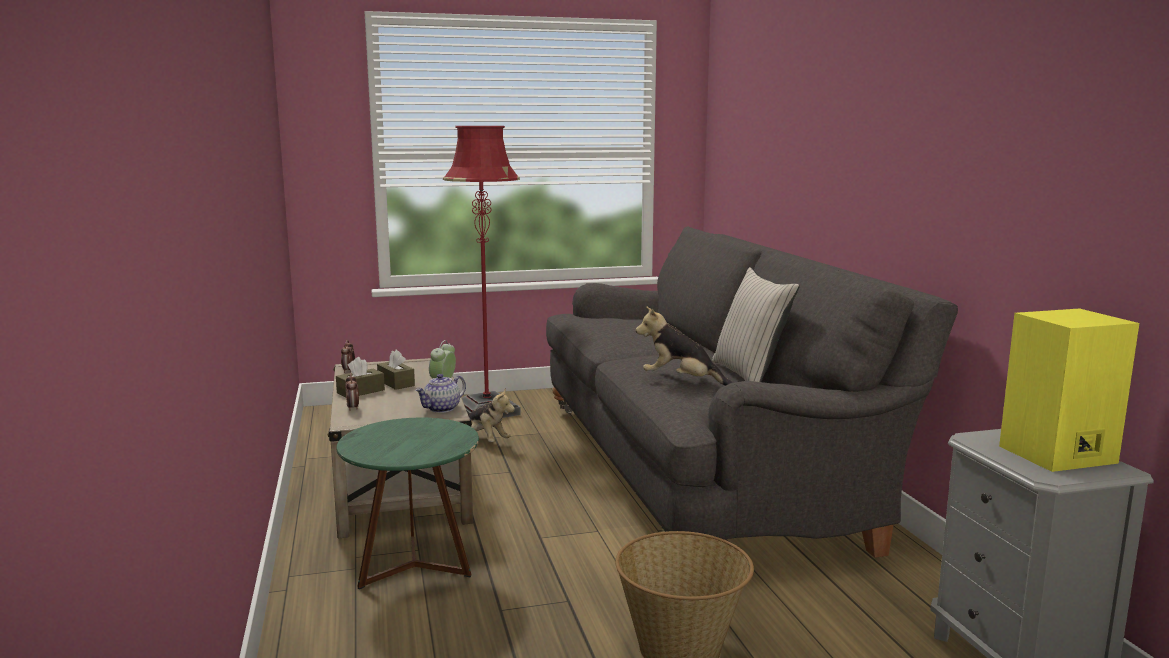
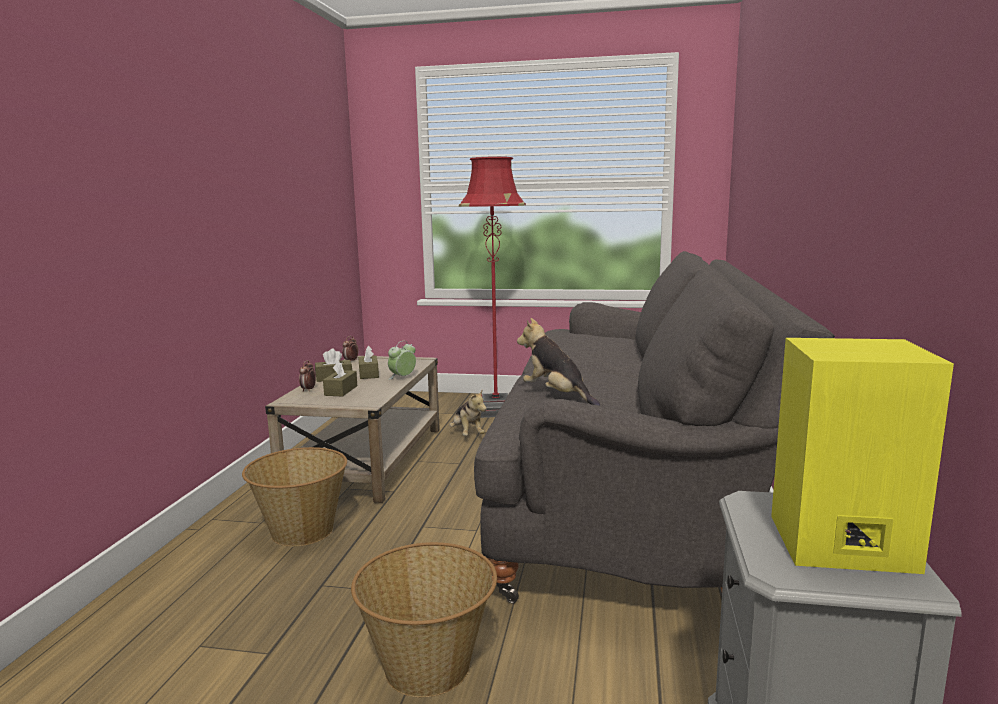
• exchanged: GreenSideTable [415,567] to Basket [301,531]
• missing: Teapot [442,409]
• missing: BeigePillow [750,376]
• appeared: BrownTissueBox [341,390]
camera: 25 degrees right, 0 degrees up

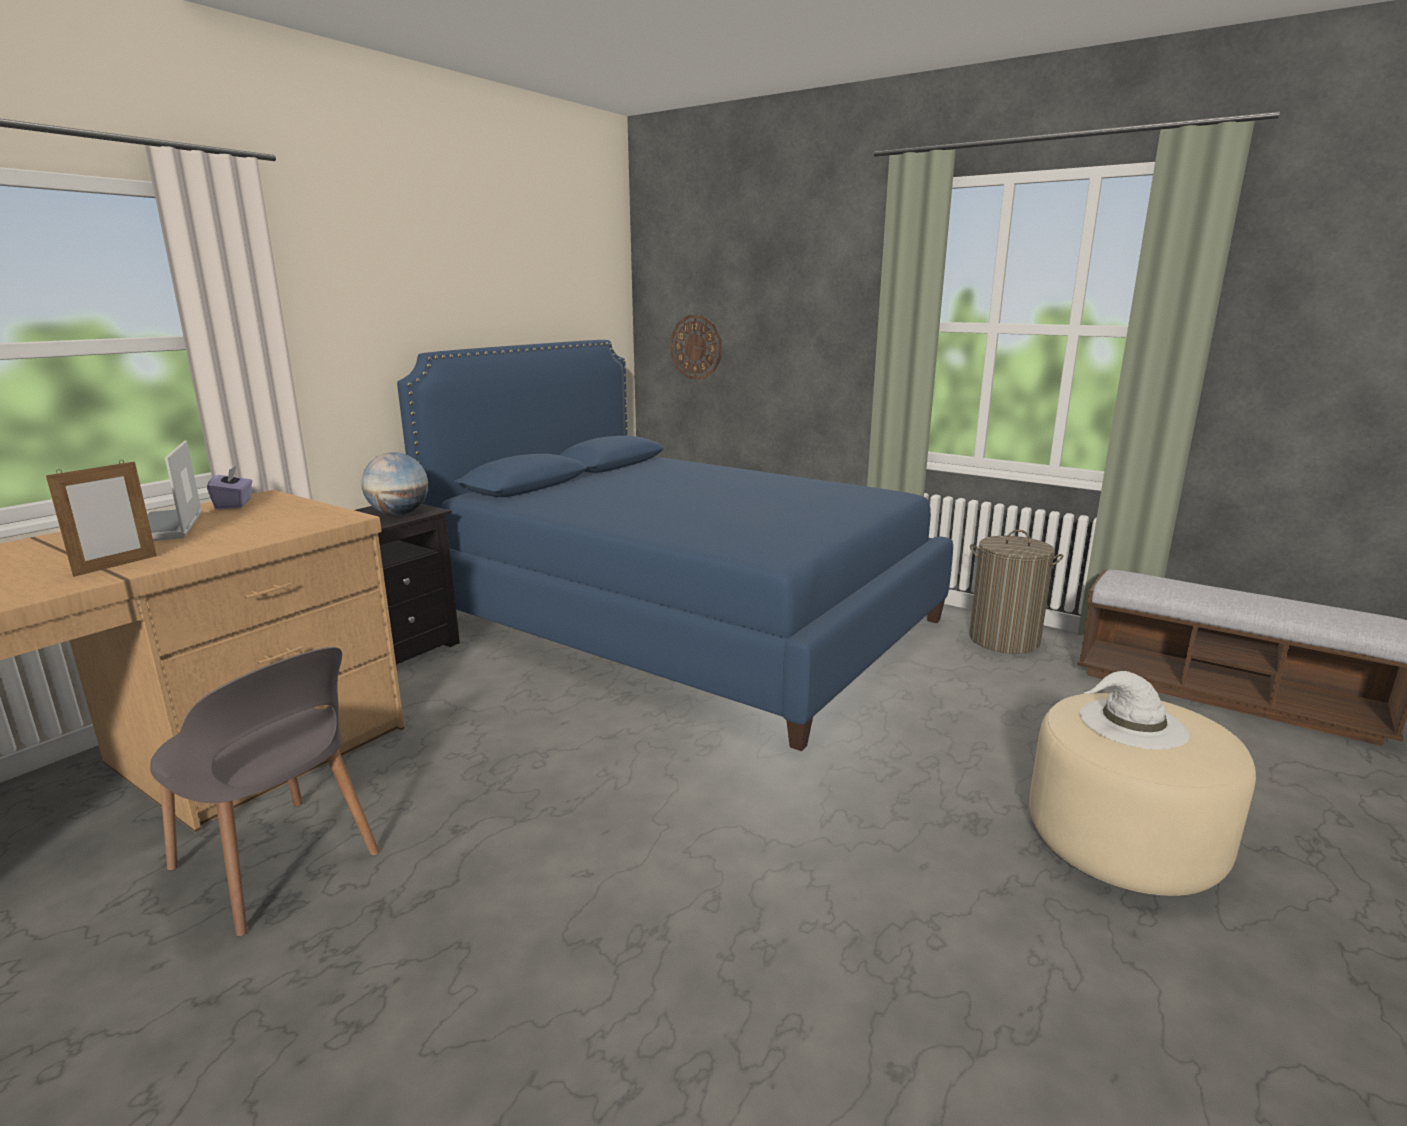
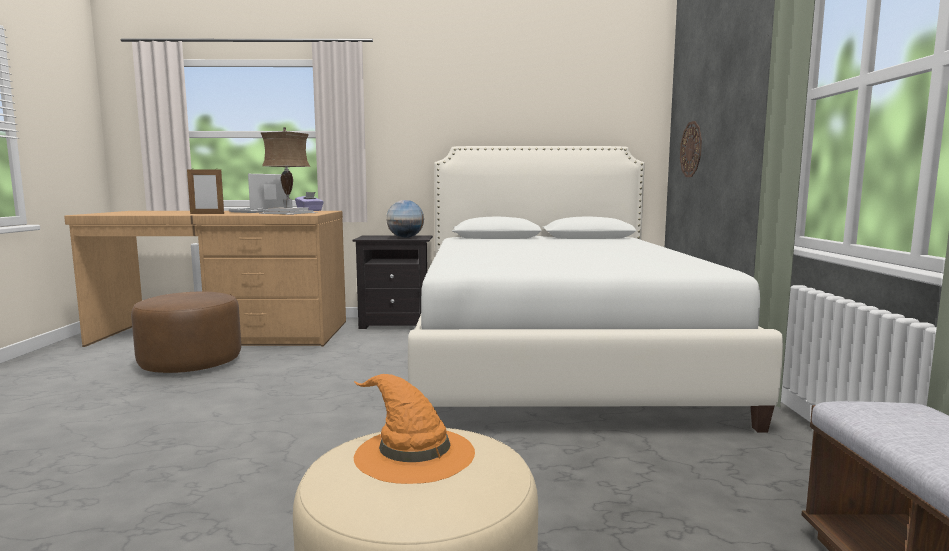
• exchanged: GreyChair [277,864] to BrownOttoman [190,363]
• colour: BlueBed [685,621] to WhiteBed [556,358]
• missing: LaundryBasket [1003,639]
• colour: WhiteHat [1132,724] to OrangeHat [412,453]
• appeared: TableLamp [290,213]
camera: 55 degrees right, 10 degrees down

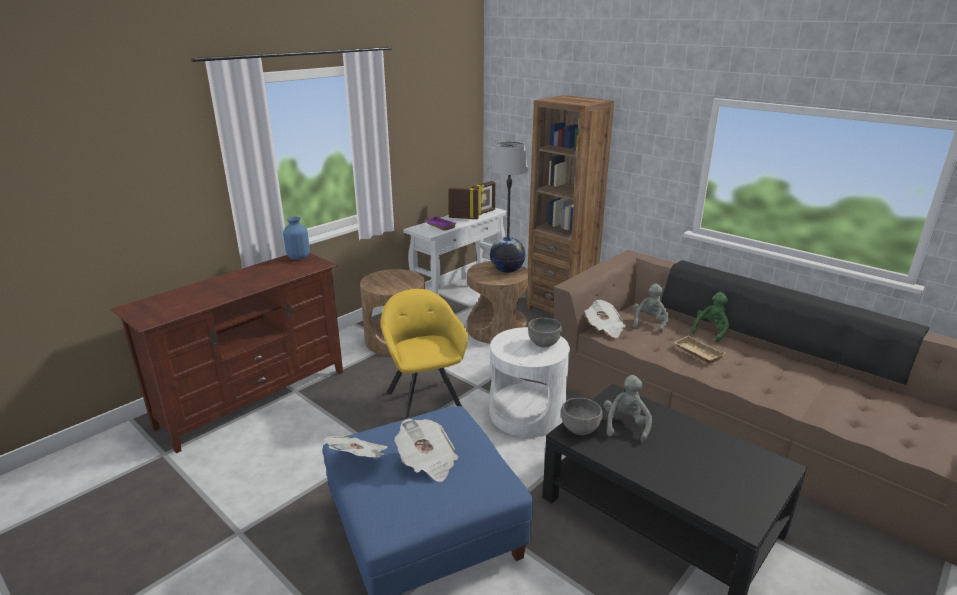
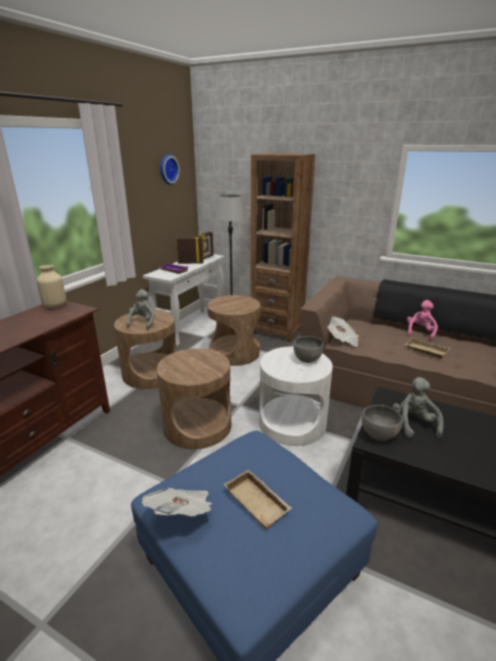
• colour: BlueVase [298,257] to BeigeVase [55,305]
• exchanged: YellowArmchair [425,400] to BrownSideTable [197,425]
• exchanged: Newspaper [427,462] to BeigeTray [258,502]
• missing: Globe [507,271]
• relocated: GreyPlushToy [649,323] to [142,323]
• colour: GreenPlushToy [710,331] to PinkPlushToy [420,332]
• appeared: WallClock [167,169]
camera: 15 degrees left, 0 degrees up

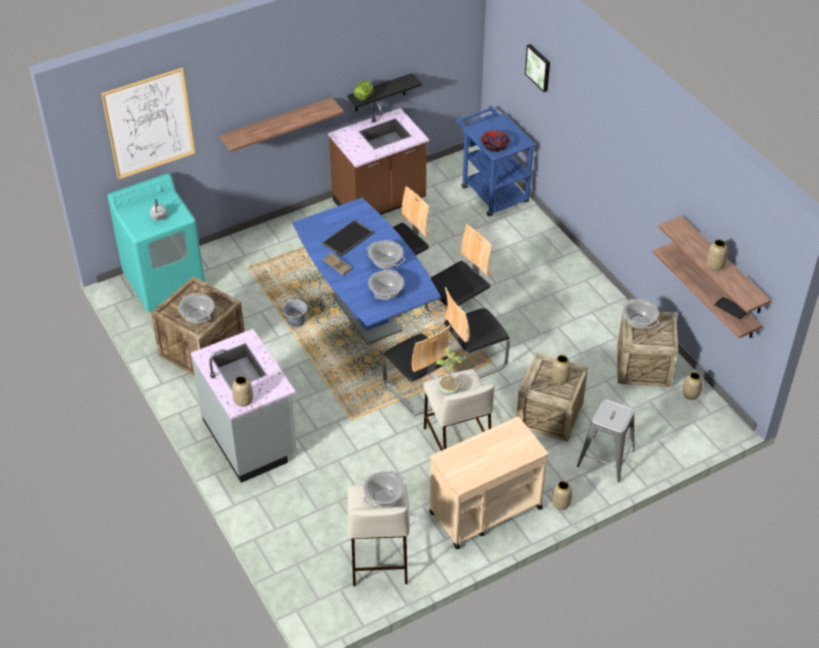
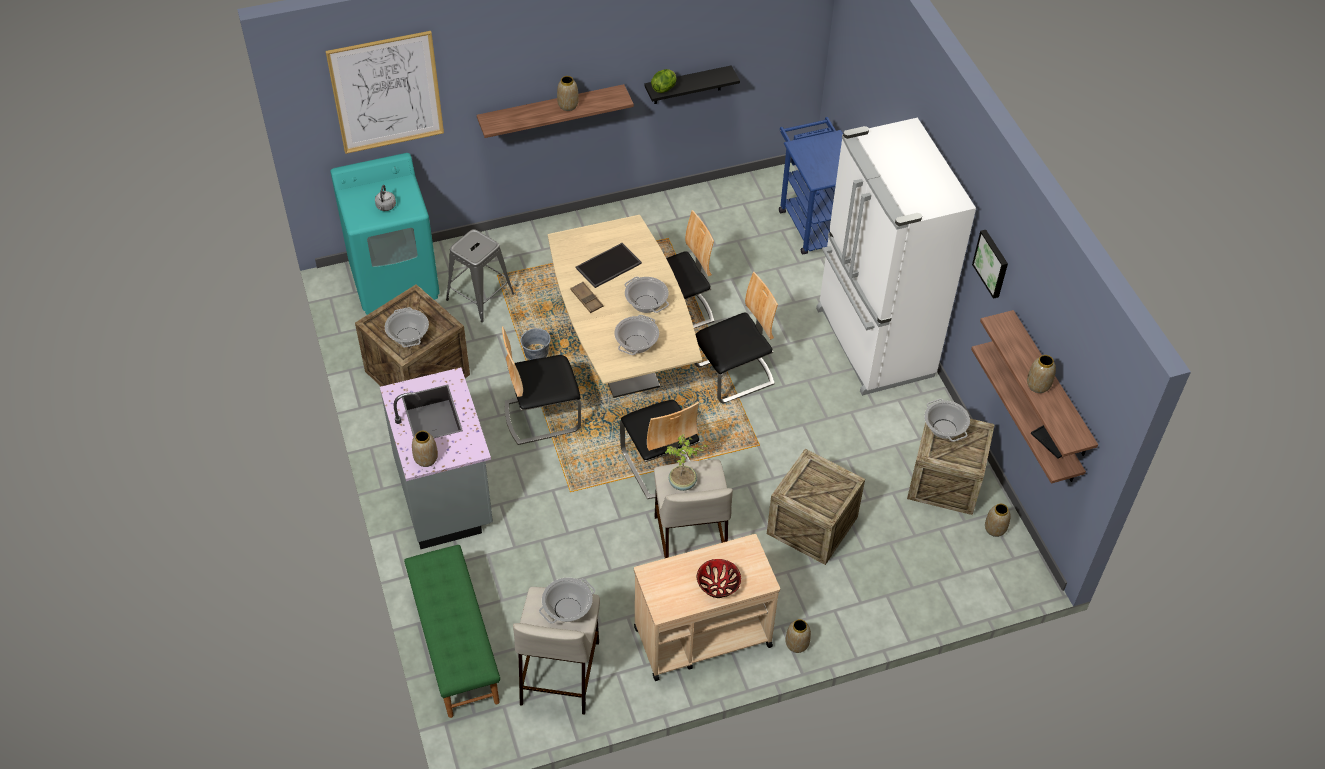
• colour: BlueDiningTable [366,313] to BeigeDiningTable [622,356]
• missing: BrownCounter [379,203]
• relocated: Chair [472,361] to [541,416]
• relocated: Bowl [494,146] to [717,584]
• relocated: Picture [539,67] to [992,263]
• relocated: Vase [560,379] to [567,105]
• relocated: GreyStool [605,458] to [480,296]
• appeared: GreenBench [454,645]
• appeared: WhiteFridge [872,343]
camera: 10 degrees right, 5 degrees up

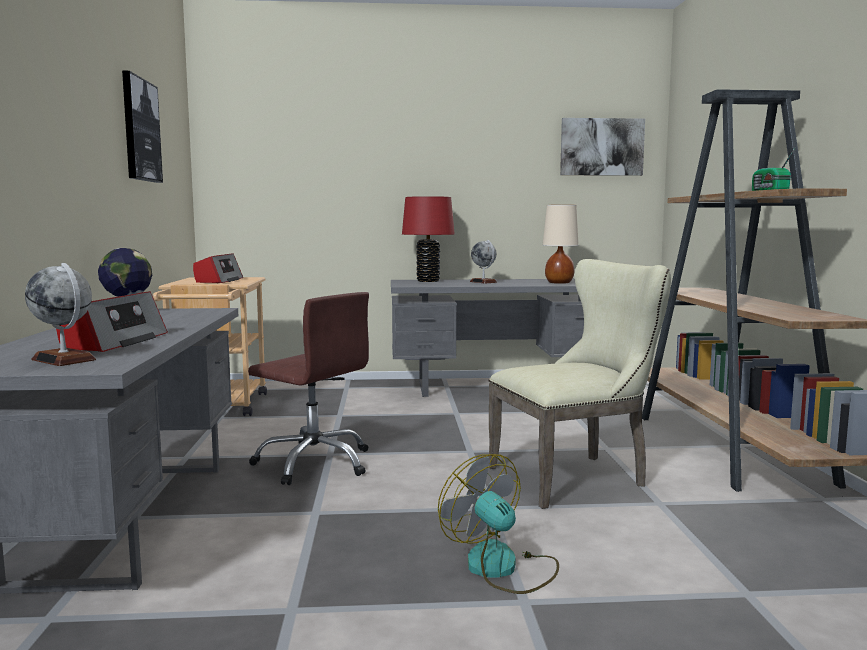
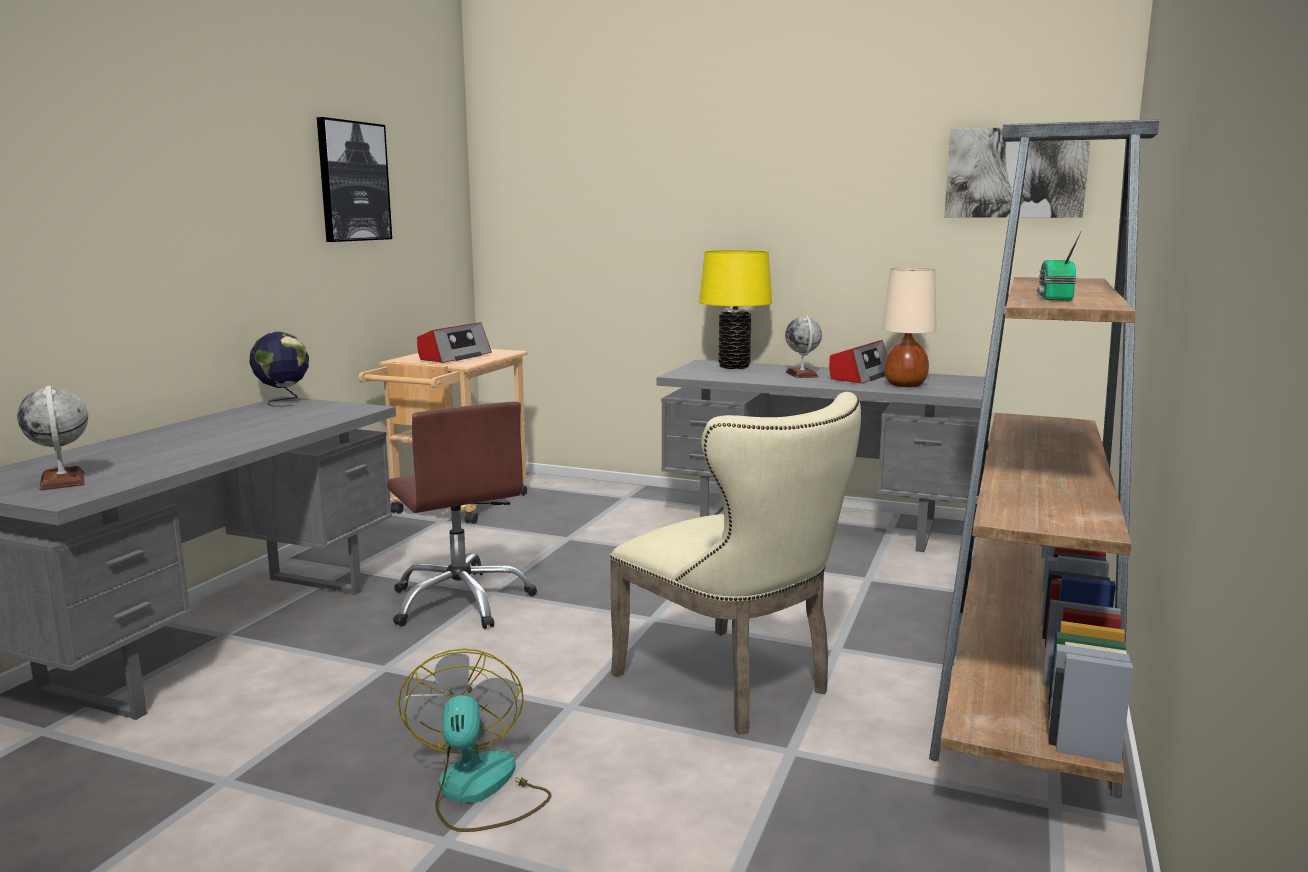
• relocated: Radio [114,341] to [860,376]
• colour: RedTableLamp [428,281] to YellowTableLamp [734,366]
• spun: BeigeChair [576,476] = [734,685] 45 degrees clockwise
camera: 25 degrees right, 5 degrees up

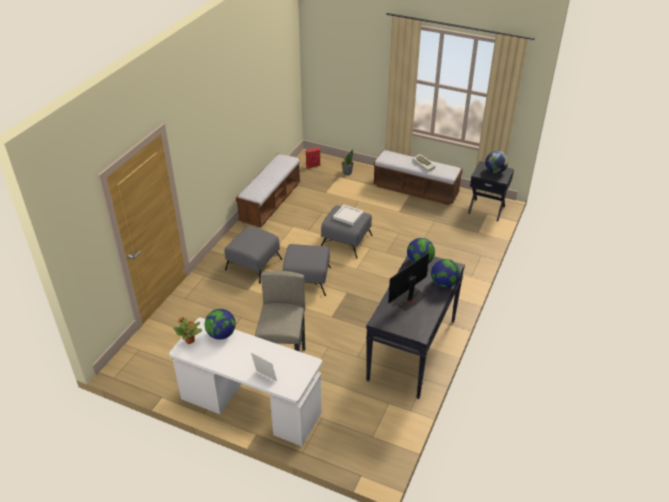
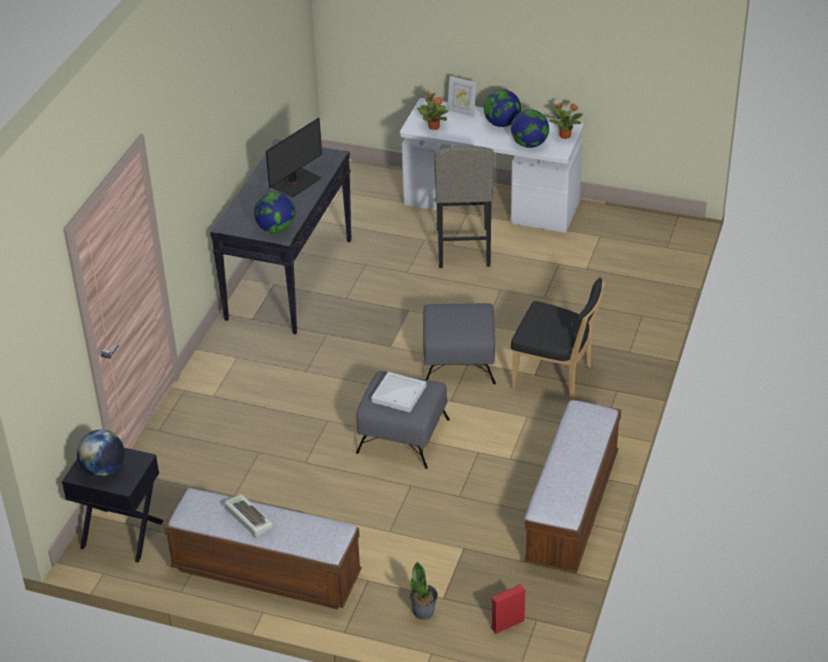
• exchanged: GreyOttoman [254,264] to BlackChair [555,378]
• relocated: Globe [444,284] to [502,124]
• appeared: PottedPlant [434,126]
camera: 175 degrees right, 0 degrees up

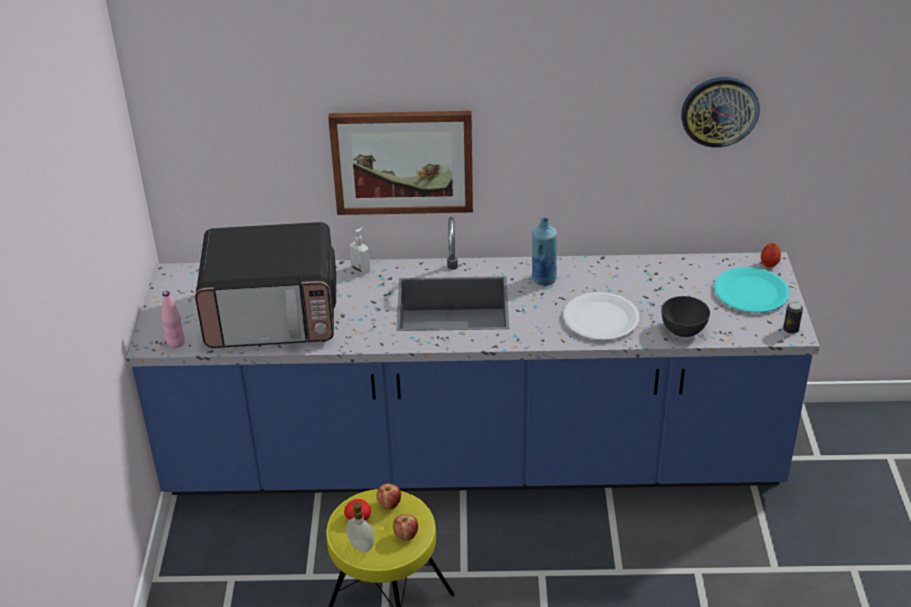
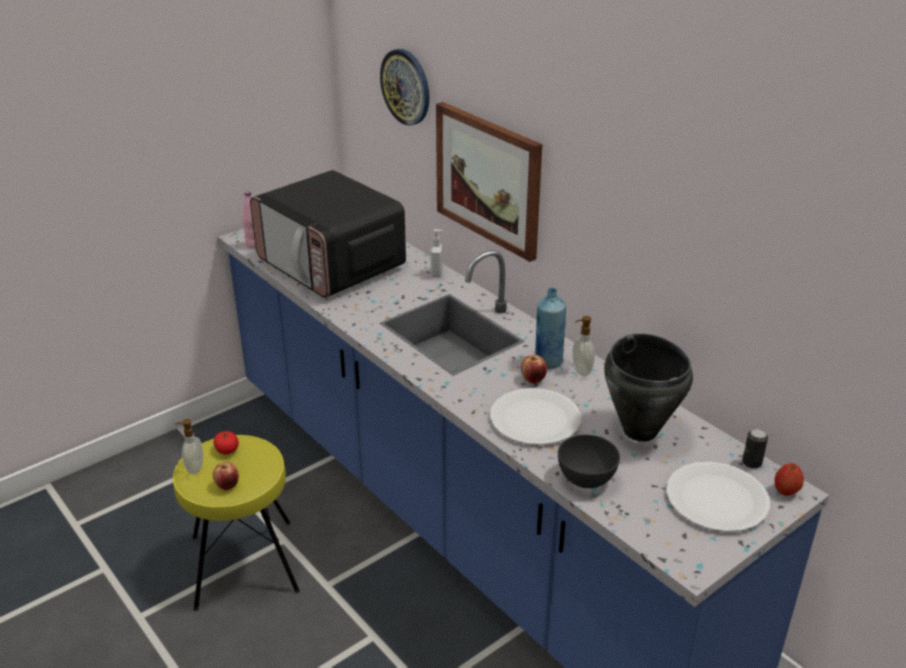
• relocated: Apple [389,505] to [533,380]
• relocated: WallClock [719,111] to [406,87]
• colour: TurquoisePlate [750,292] to WhitePlate [716,498]
• relocated: Can [790,329] to [751,463]
• appeared: SoapDispenser [581,370]
• appeared: BlackCookingPot [640,430]
camera: 50 degrees right, 5 degrees down

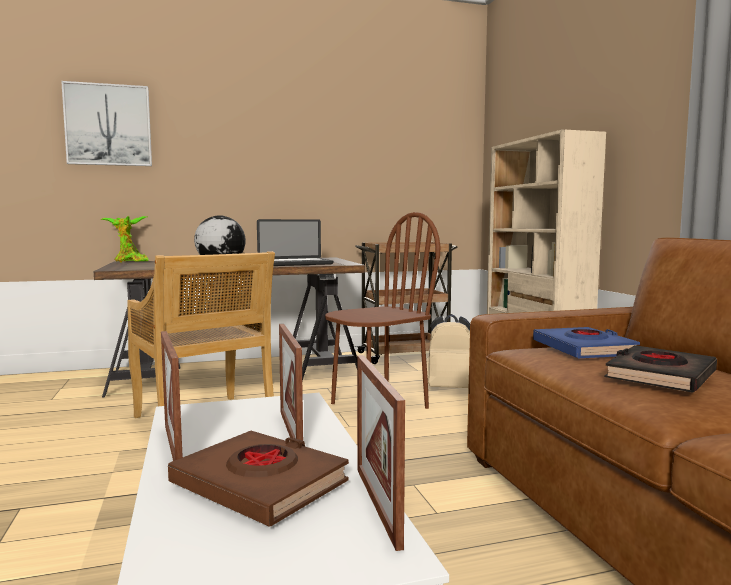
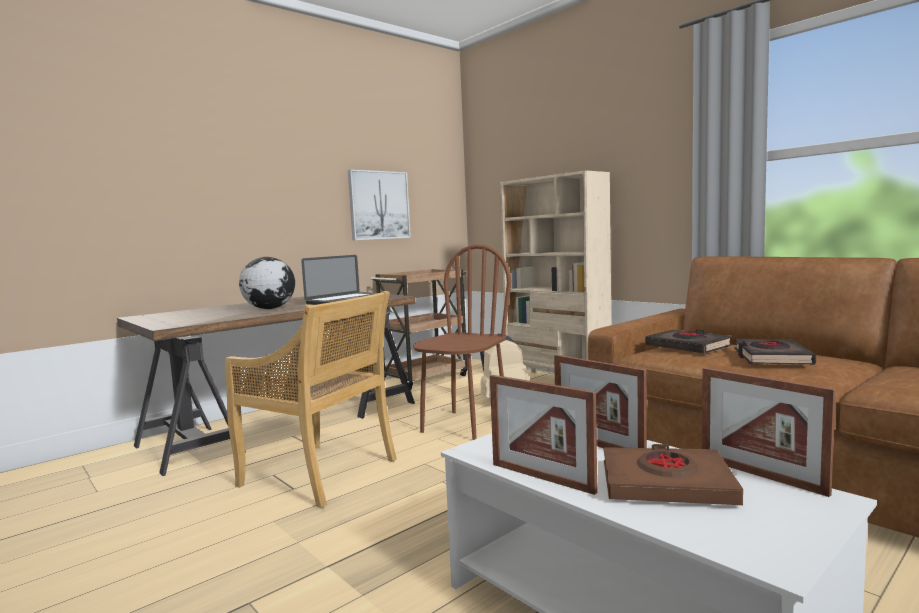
• relocated: Picture [108,125] to [379,205]
• missing: PottedPlant [129,262]
• colour: BlueBook [583,349] to BlackBook [688,347]
camera: 25 degrees left, 0 degrees up

